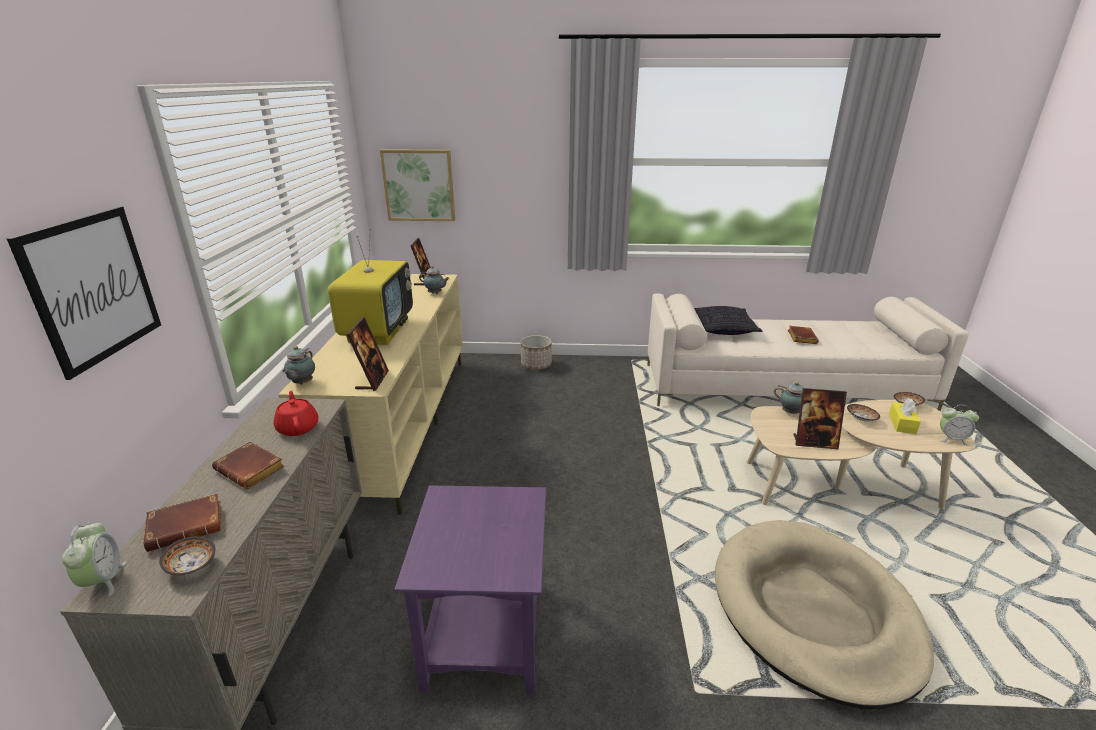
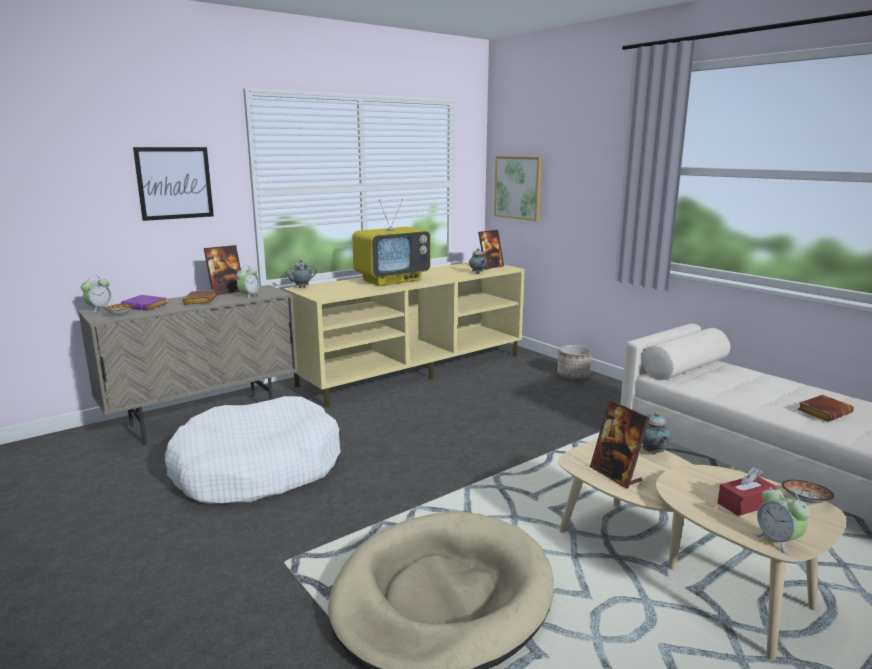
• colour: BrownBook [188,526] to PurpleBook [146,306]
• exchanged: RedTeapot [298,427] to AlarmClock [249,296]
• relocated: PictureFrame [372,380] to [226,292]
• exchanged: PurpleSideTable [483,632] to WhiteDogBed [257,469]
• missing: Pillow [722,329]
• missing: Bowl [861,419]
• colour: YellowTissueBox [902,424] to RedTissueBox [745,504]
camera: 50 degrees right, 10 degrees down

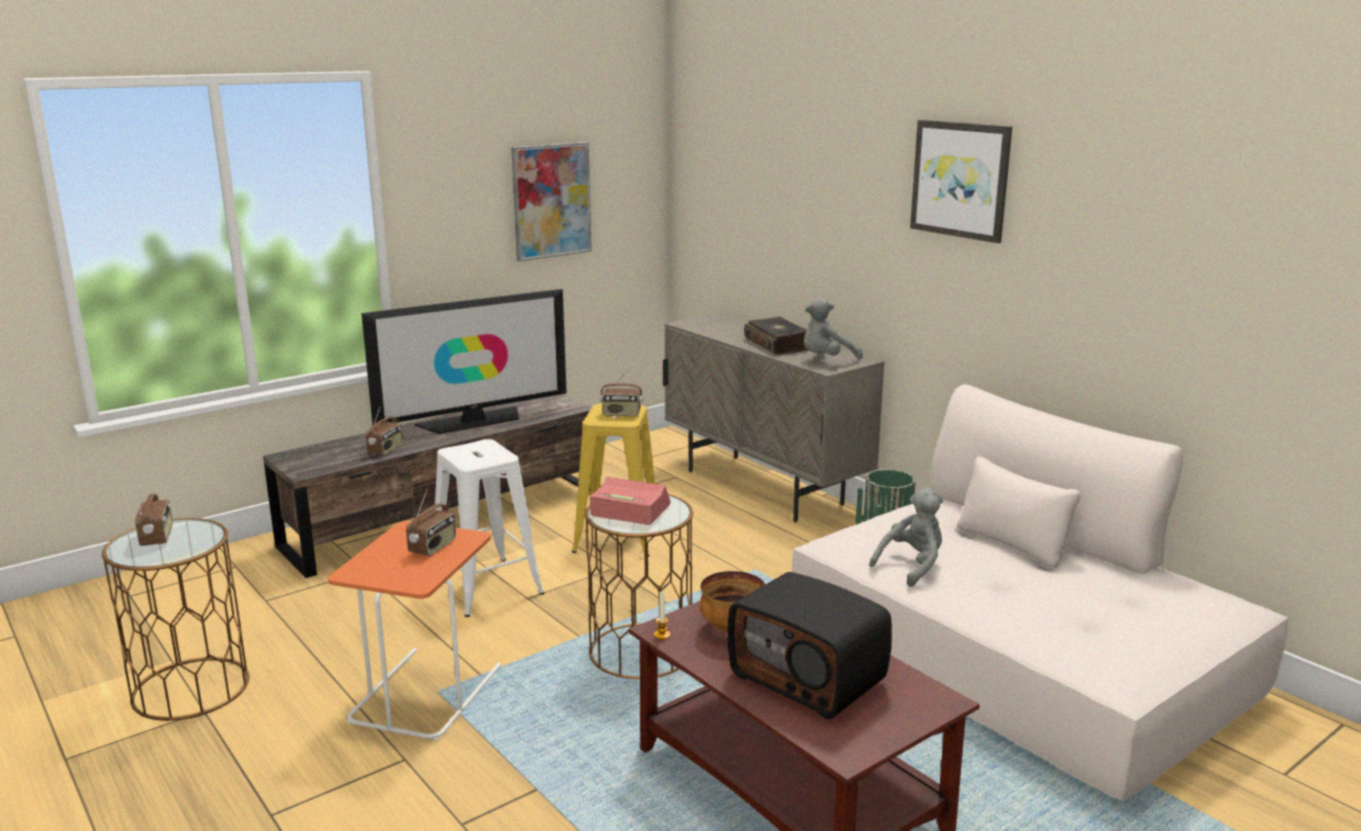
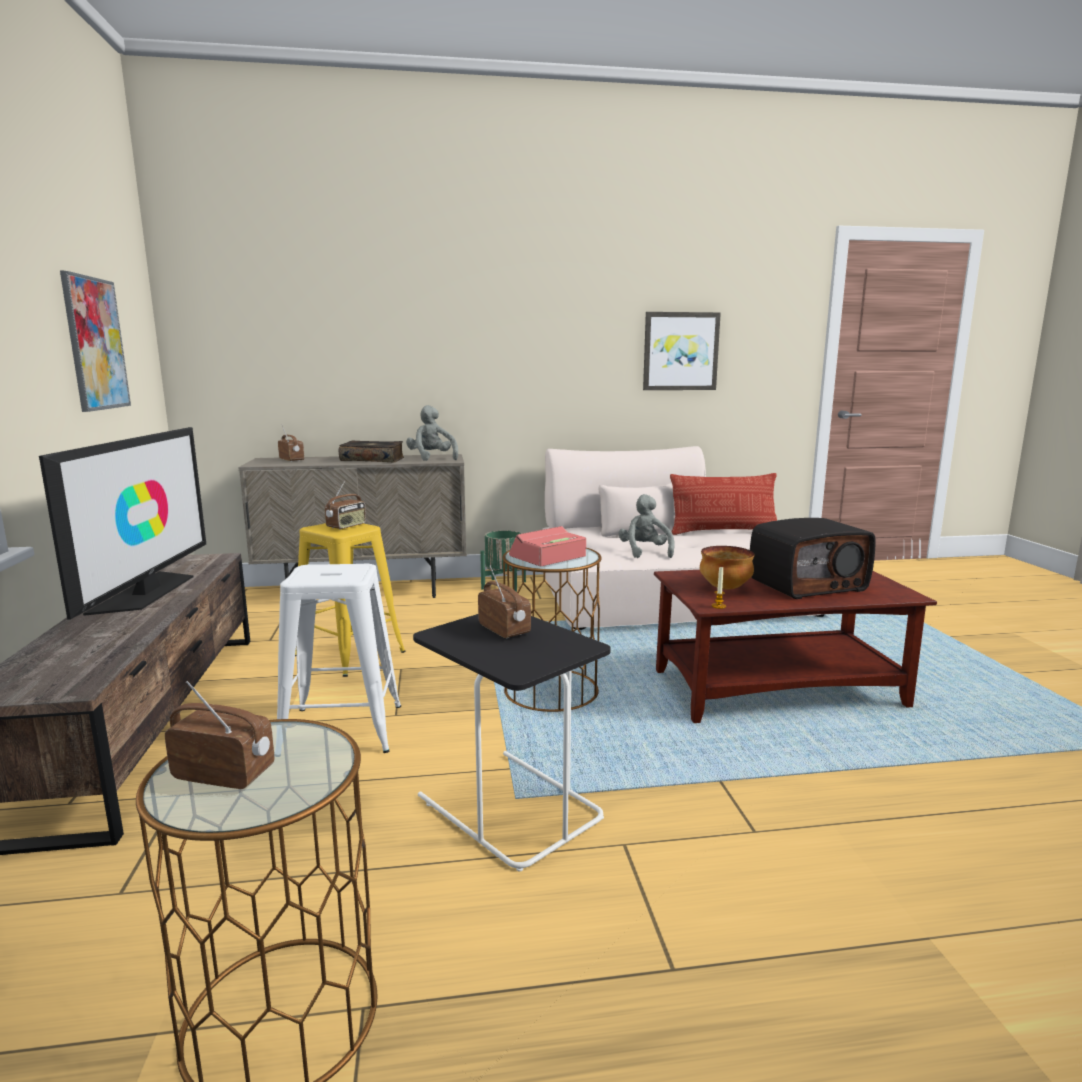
• colour: OrangeSideTable [424,692] to BlackSideTable [508,807]
• relocated: Radio [386,450] to [292,460]
• spun: GreyPlushToy [826,360] = [432,458] 150 degrees clockwise
• relocated: Picture [961,179] to [680,351]
• appeared: Pillow [723,532]
camera: 60 degrees left, 5 degrees down

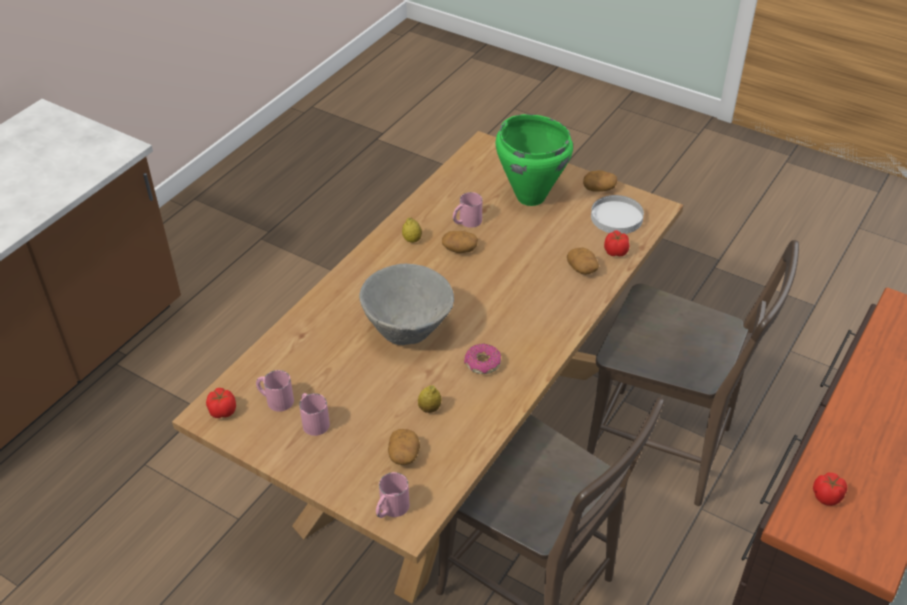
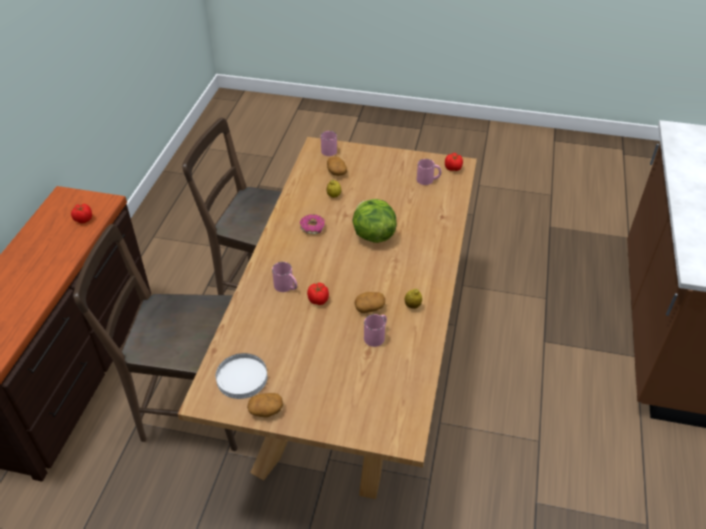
• relocated: PinkMug [313,421] to [286,287]
• exchanged: GreyBowl [408,332] to Lettuce [372,235]
• missing: GreenCookingPot [530,196]
• missing: Potato [582,268]
• relocated: Tomato [615,251] to [318,300]
camera: 160 degrees right, 0 degrees up

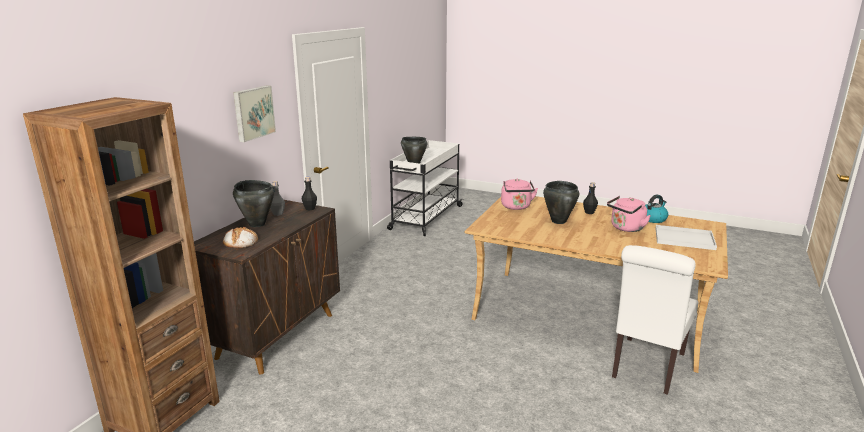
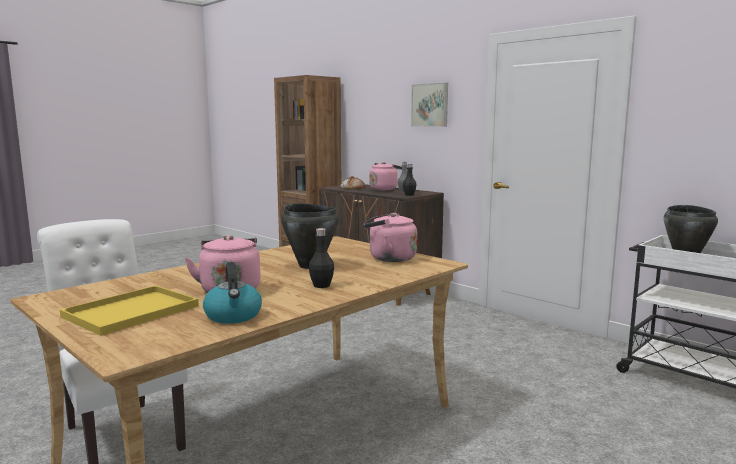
• exchanged: BlackCookingPot [257,224] to PinkKettle [384,189]
• colour: WhiteTray [683,239] to YellowTray [133,310]
camera: 110 degrees right, 10 degrees down

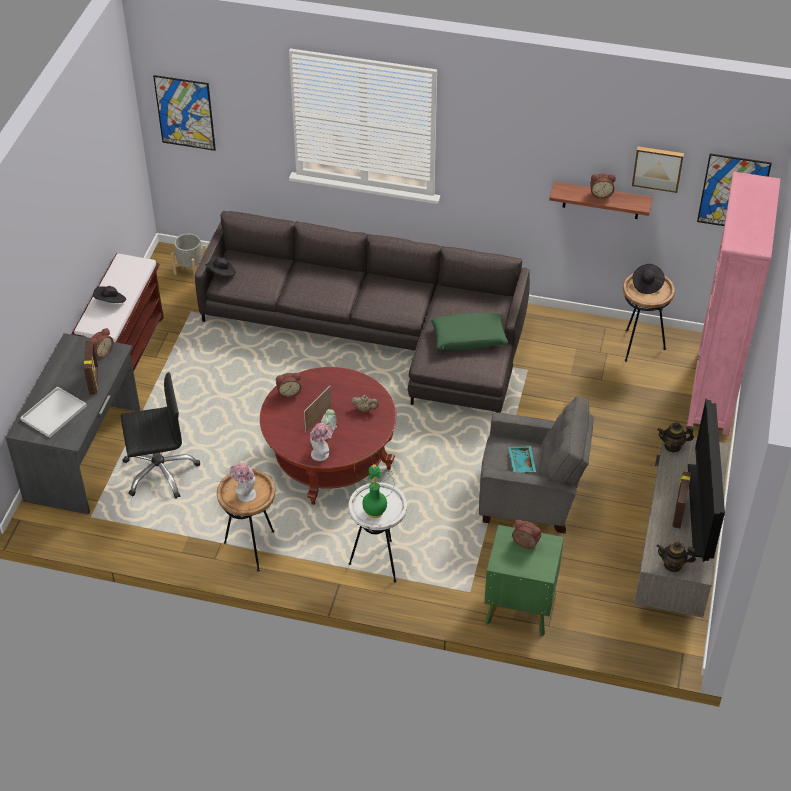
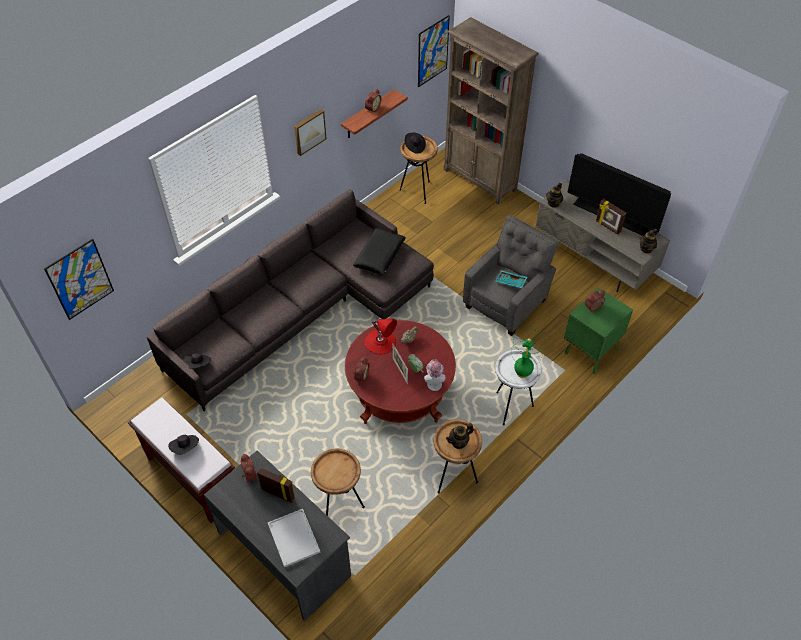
• exchanged: BlackOfficeChair [160,471] to BrownSideTable [340,506]
• missing: GreyPlanter [191,270]
• exchanged: Hat [244,493] to Teapot [459,442]
• colour: GreenPillow [469,337] to BlackPillow [379,256]
• relocated: Picture [657,168] to [309,131]
• colour: PinkBookcase [712,394] to BrownBookcase [480,180]
• appeared: RedTableLamp [380,341]
camera: 60 degrees left, 5 degrees up

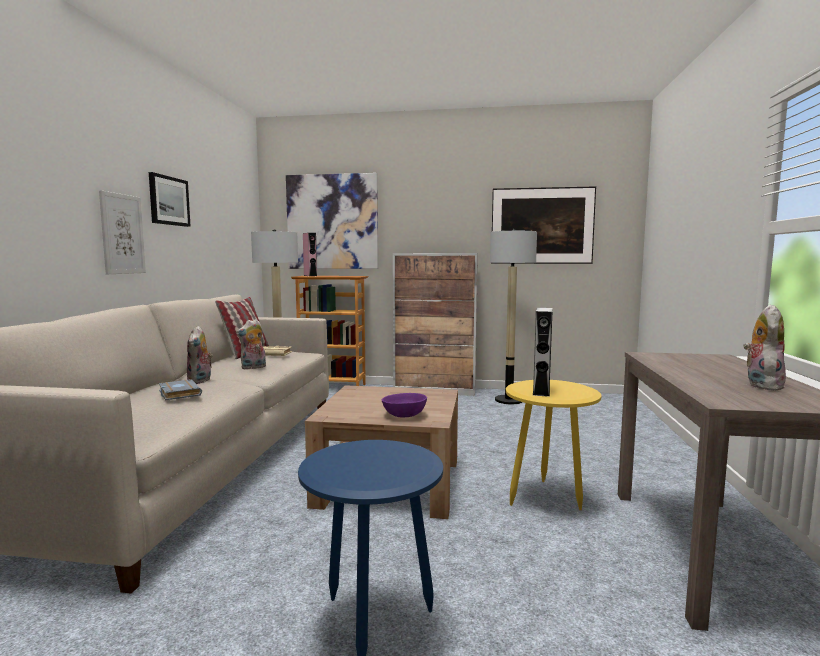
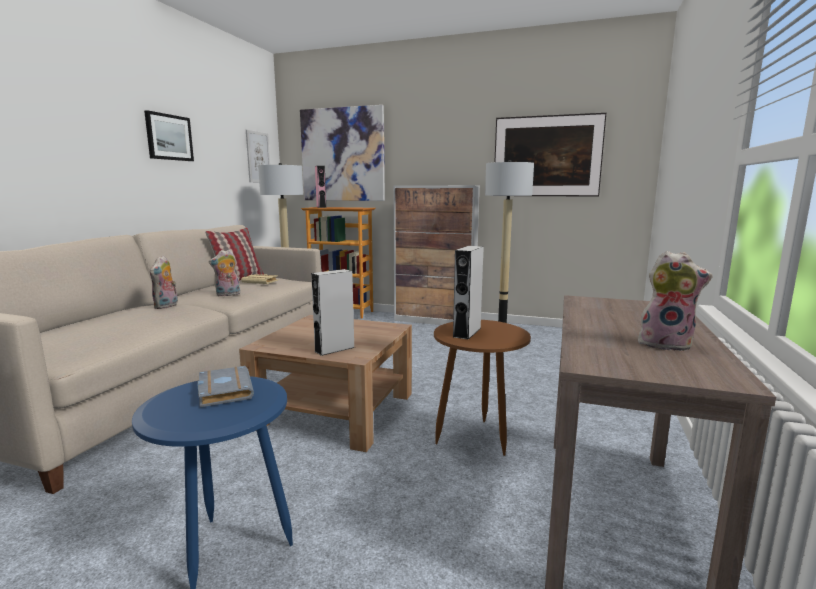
• relocated: Picture [122,234] to [258,157]
• relocated: GreyBook [178,393] to [223,391]
• exchanged: PurpleBowl [405,415] to GreySpeaker [334,349]
• colour: YellowSideTable [548,499] to BrownSideTable [477,441]
• spun: PlushToy [761,385] = [666,344] 75 degrees clockwise
camera: 10 degrees right, 5 degrees up

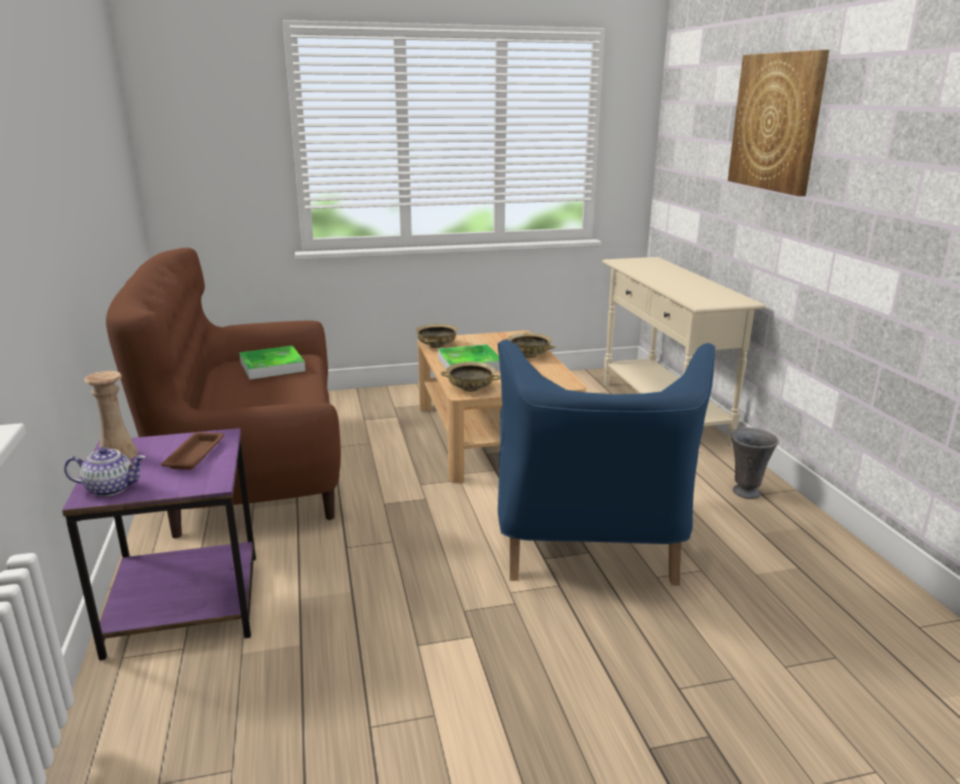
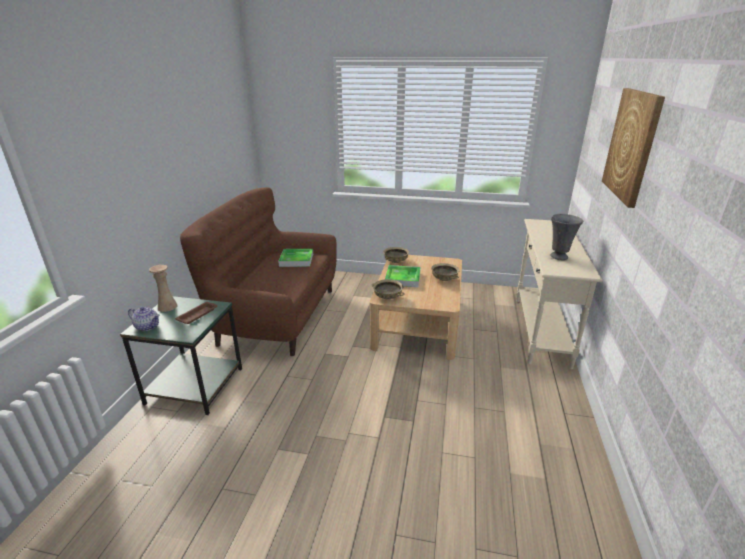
• colour: PurpleSideTable [183,603] to GreenSideTable [194,385]
• missing: BlueArmchair [587,541]
• relocated: GreyVase [745,492] to [559,256]
camera: 25 degrees right, 5 degrees up

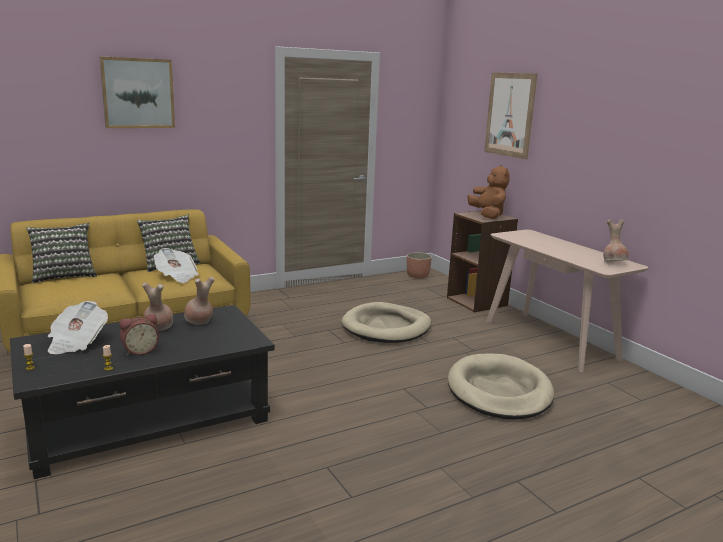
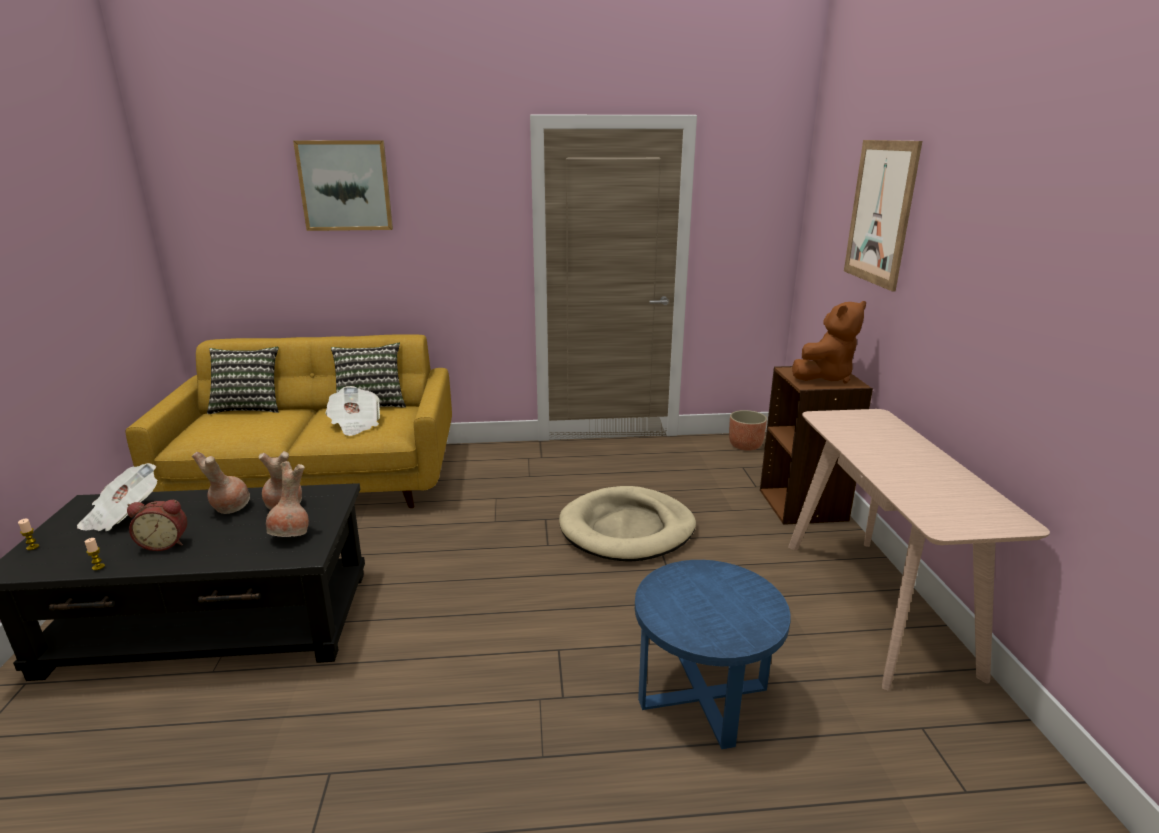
• exchanged: BeigeDogBed [499,391] to BlueSideTable [702,695]
• spun: BrownPlushToy [487,215] = [825,377] 45 degrees clockwise
• relocated: BrownVase [614,263] to [291,535]
camera: 25 degrees right, 5 degrees up

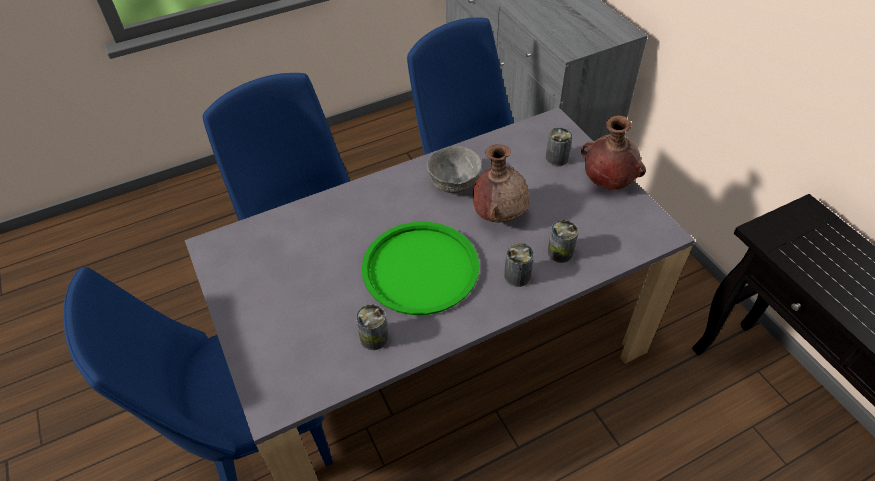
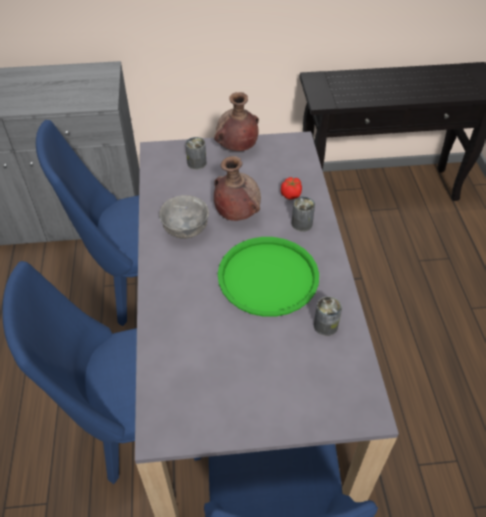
• exchanged: Can [560,252] to Tomato [291,194]
camera: 70 degrees left, 0 degrees up

